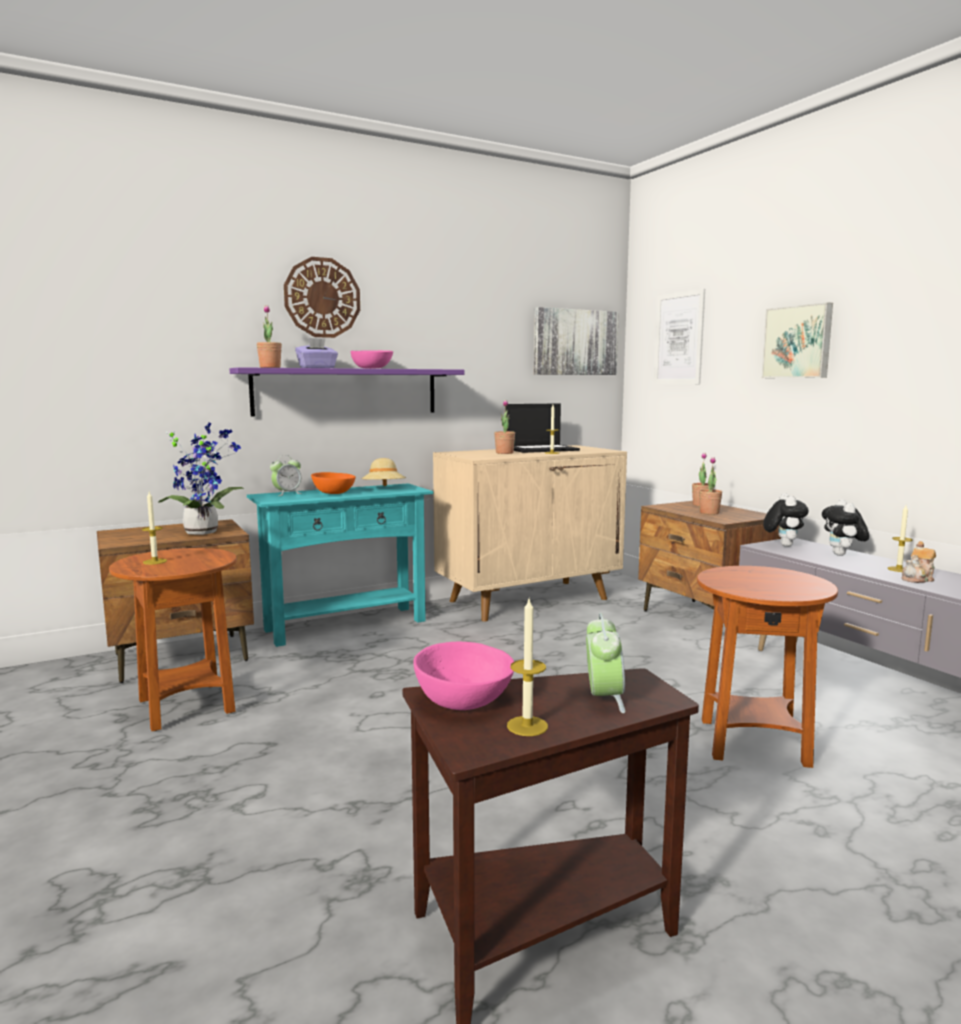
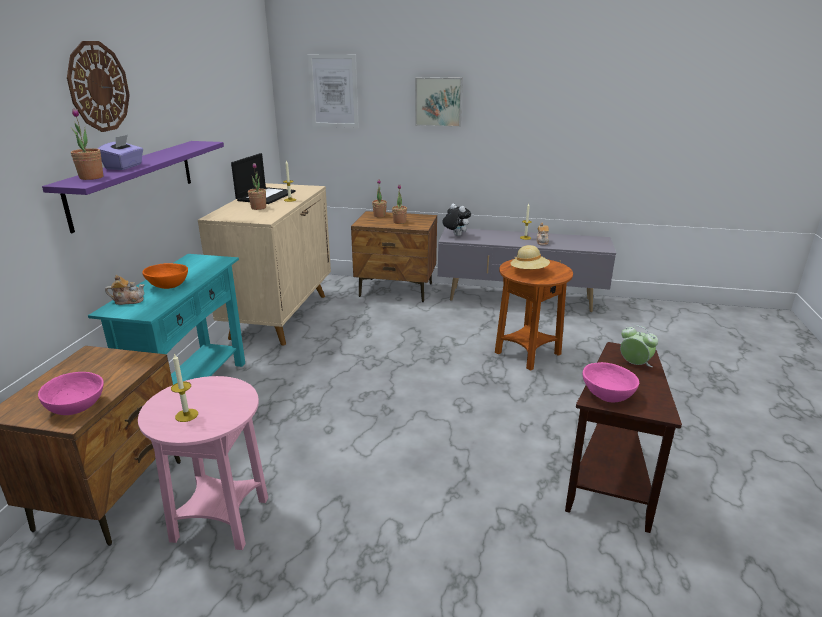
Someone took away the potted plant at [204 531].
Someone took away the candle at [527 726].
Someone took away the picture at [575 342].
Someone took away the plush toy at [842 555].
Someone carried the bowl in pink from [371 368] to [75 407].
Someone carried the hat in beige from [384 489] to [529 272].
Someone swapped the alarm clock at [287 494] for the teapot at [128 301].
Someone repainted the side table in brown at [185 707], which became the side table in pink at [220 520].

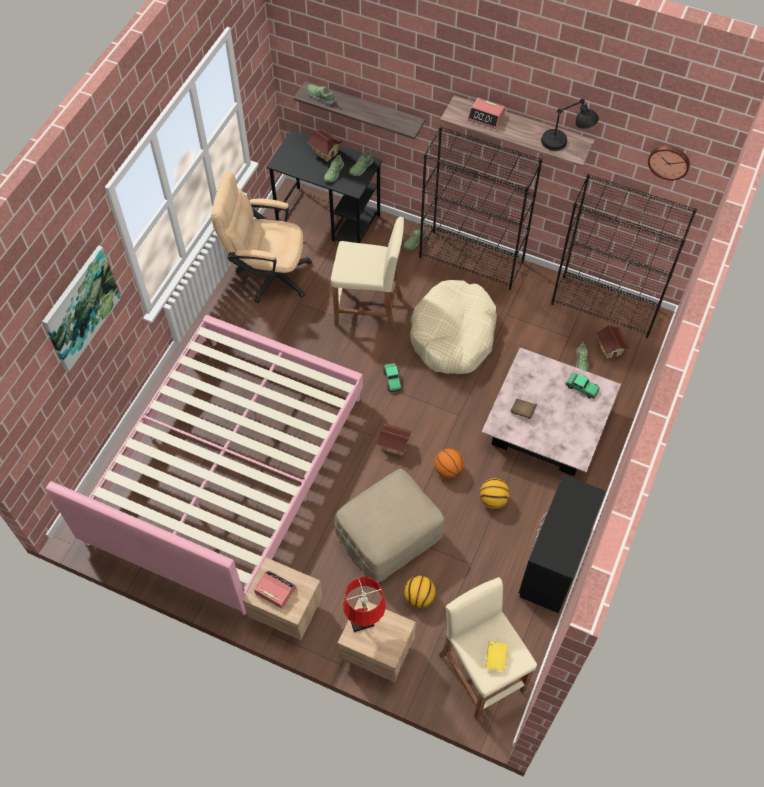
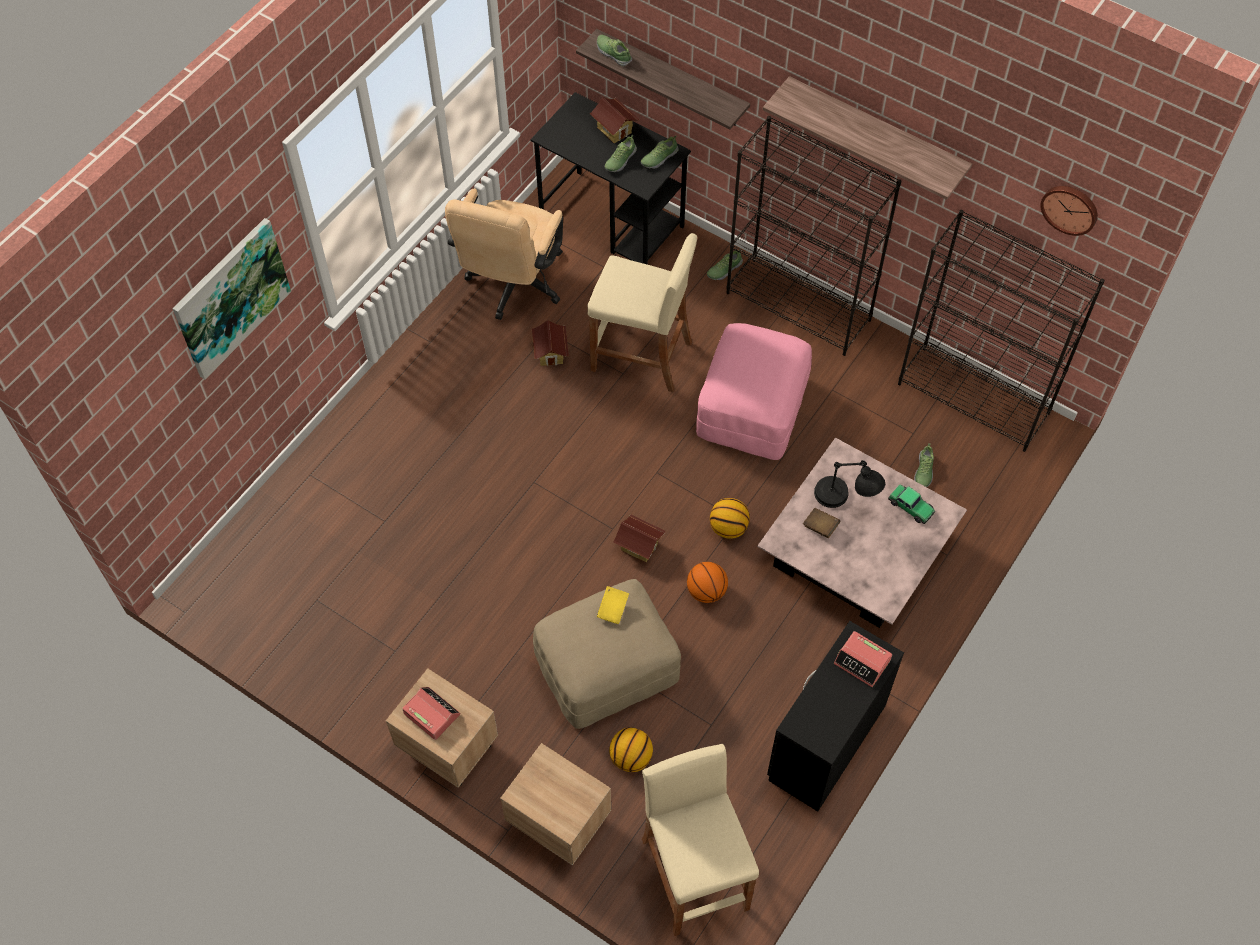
Someone took away the bed in pink at [226 469].
Someone took away the table lamp in red at [364 622].
Someone took away the toy car at [392 379].
Someone carried the alarm clock from [486 117] to [862 662].
Someone carried the basketball from [493 500] to [728 528].
Someone carried the book in yellow from [495 658] to [613 609].
Someone carried the table lamp in black from [565 145] to [845 501].
Someone carried the toy house from [610 348] to [551 353].
Someone swapped the dog bed in beige at [453 335] for the ottoman in pink at [751 408].
Someone rotated the office chair in beige at [267 274] by 90 degrees counterclockwise.

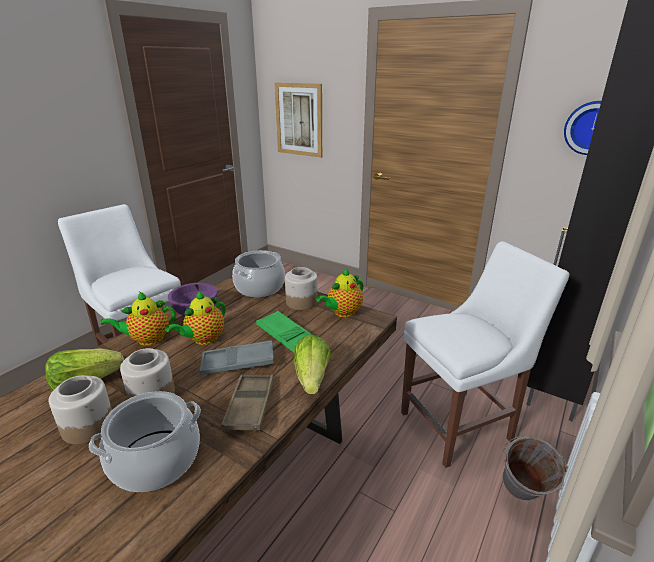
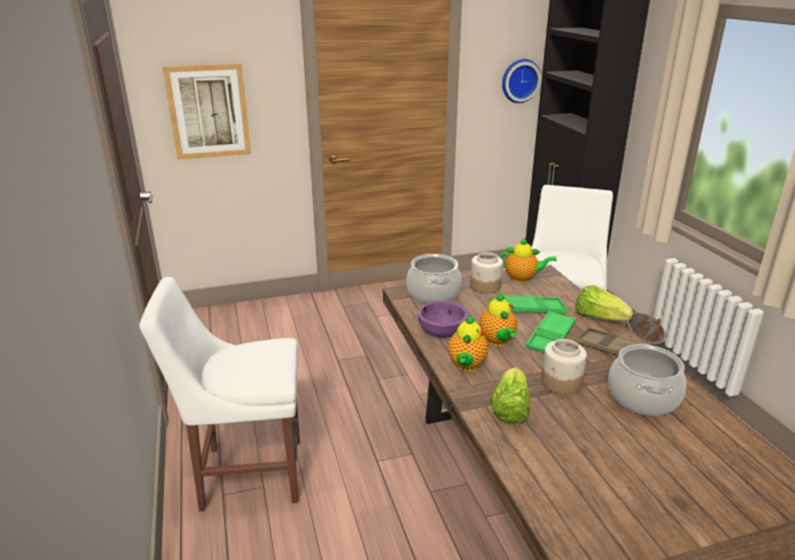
Someone took away the jar at [88 425].
Someone repainted the tray in grey at [238 362], which became the tray in green at [550 337].
Someone rotated the teapot at [342 313] by 75 degrees counterclockwise.

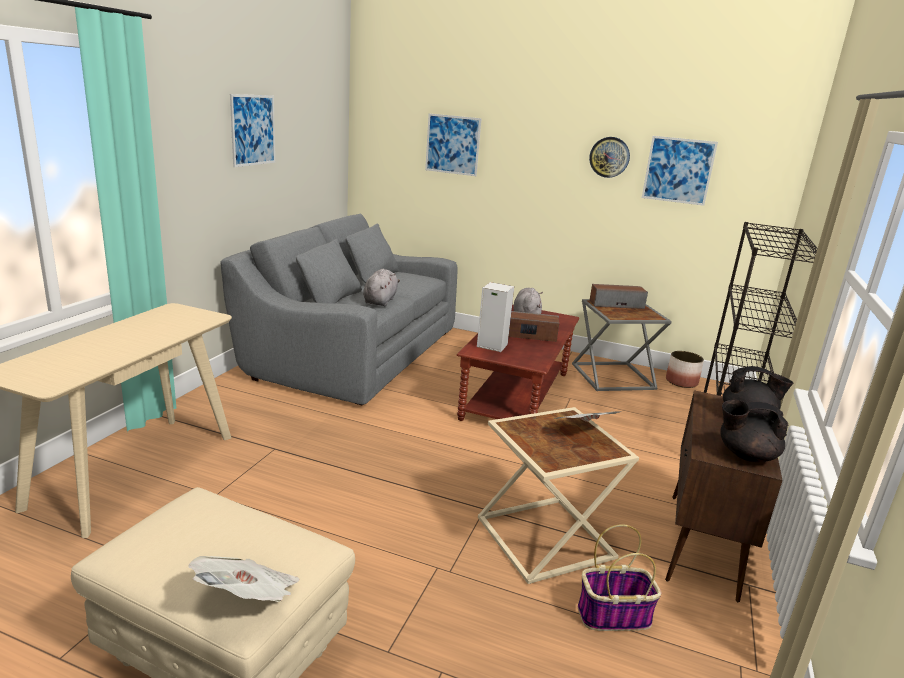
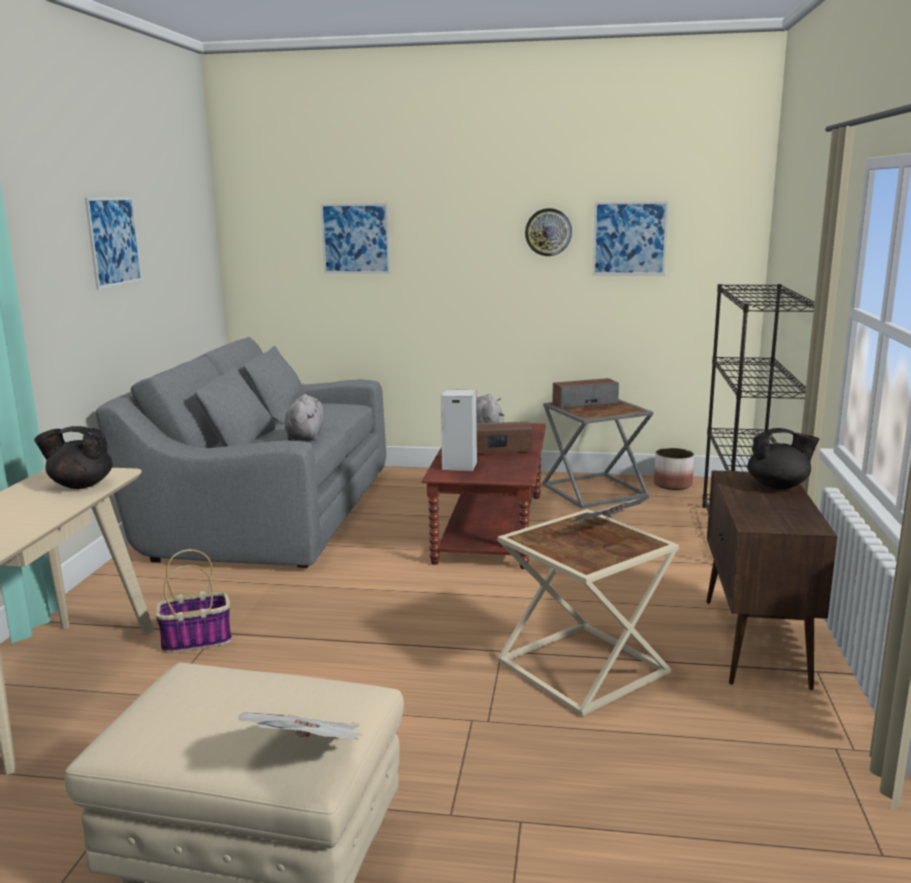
Someone carried the basket from [614 615] to [197 640].
Someone carried the teapot in black from [745 455] to [80 485].

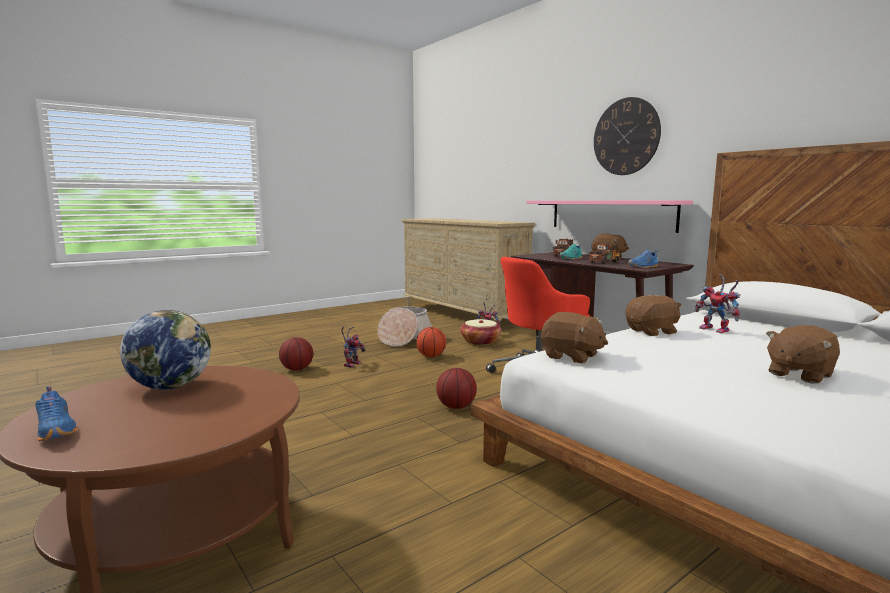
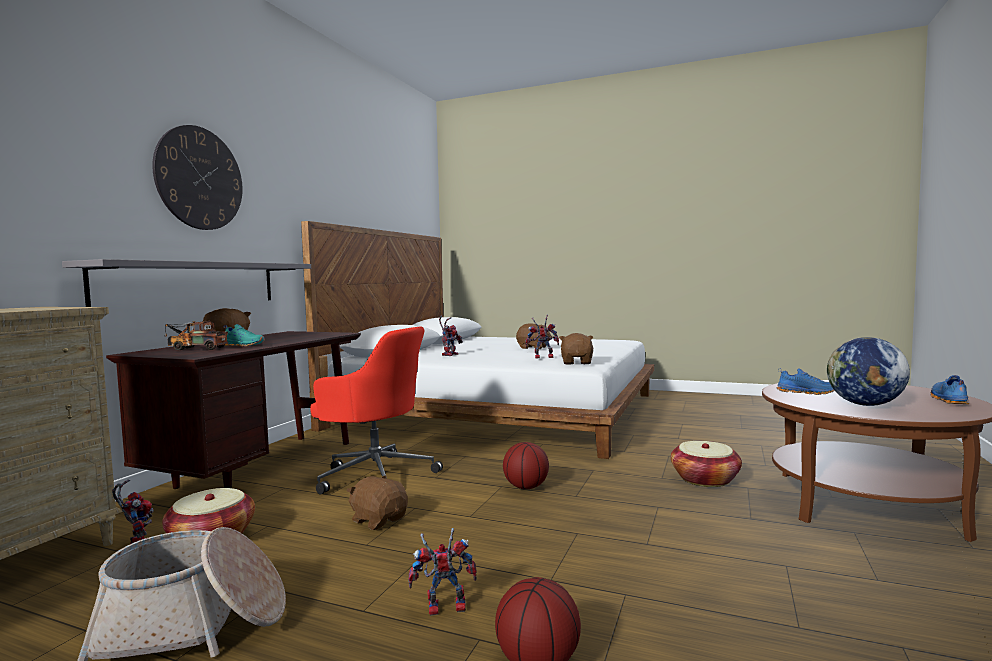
Someone took away the basketball at [431 356].
Someone took away the toy truck at [606 262].
Someone put down the toy robot at [542 357].
Someone put down the basket at [705 479].
Someone carried the plush toy in brown from [652 331] to [379 520].
Someone carried the shoe in blue from [643 267] to [806 392].
Someone repainted the shelf in pink at [610 215], which became the shelf in grey at [192 284].

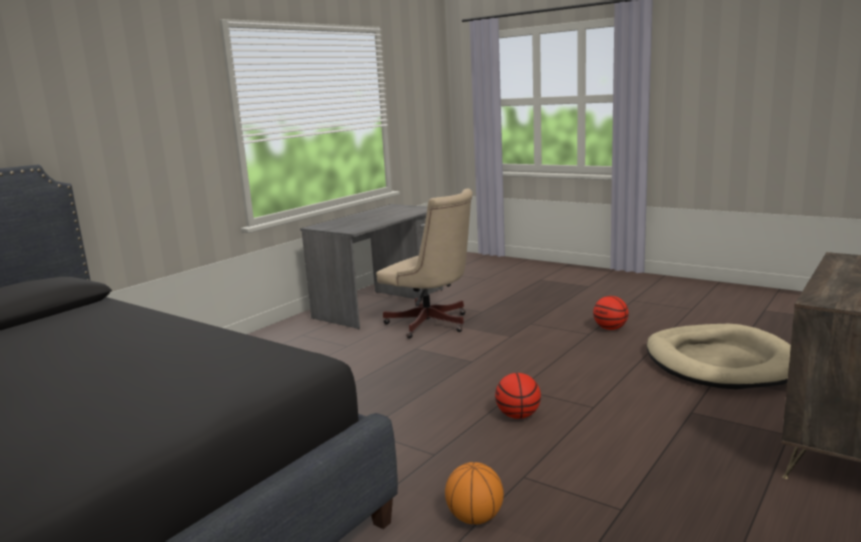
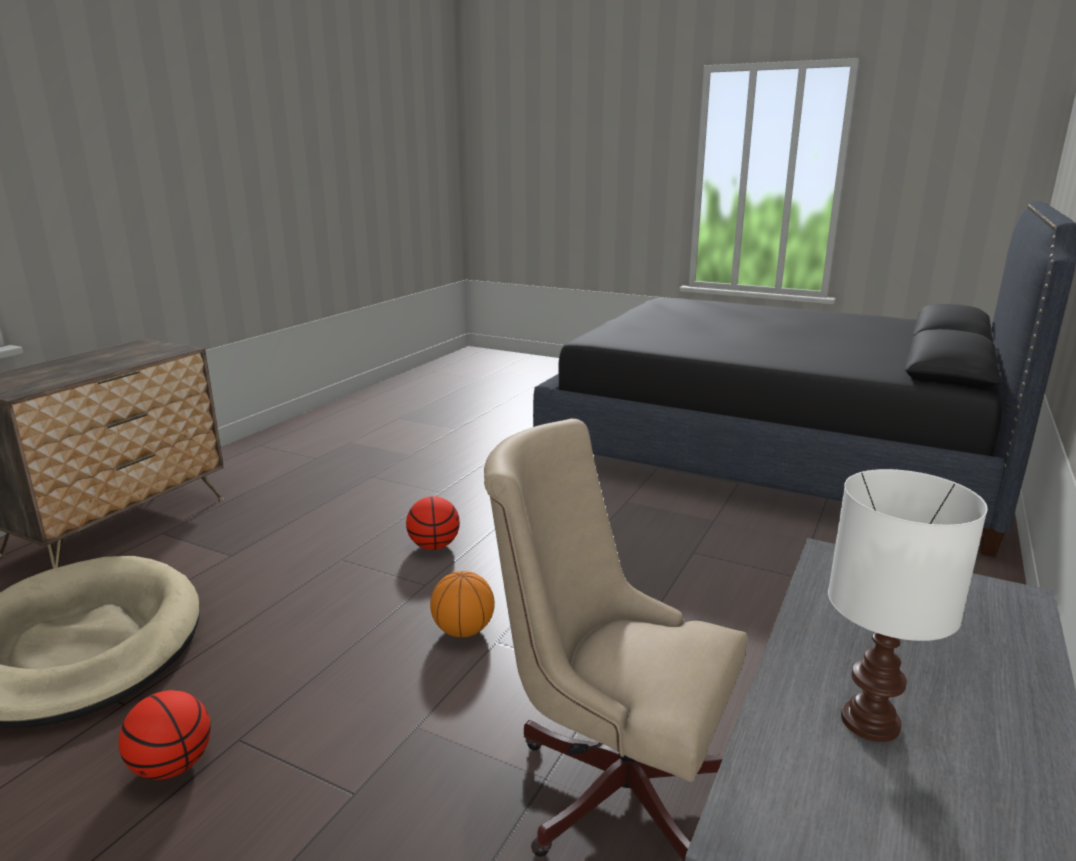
Someone put down the table lamp in white at [867 722].
Someone carried the basketball from [475 518] to [463 630].

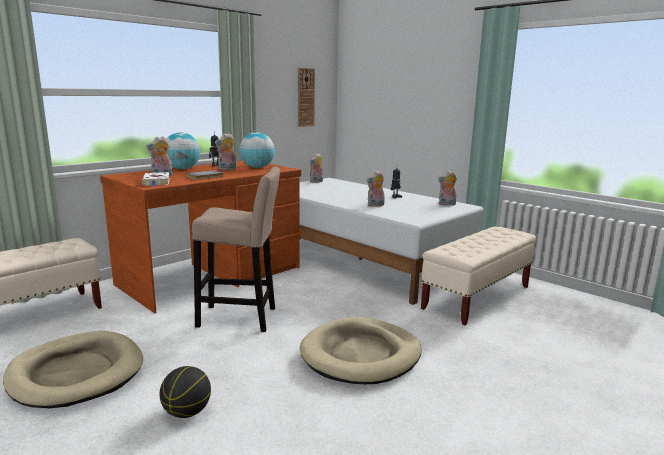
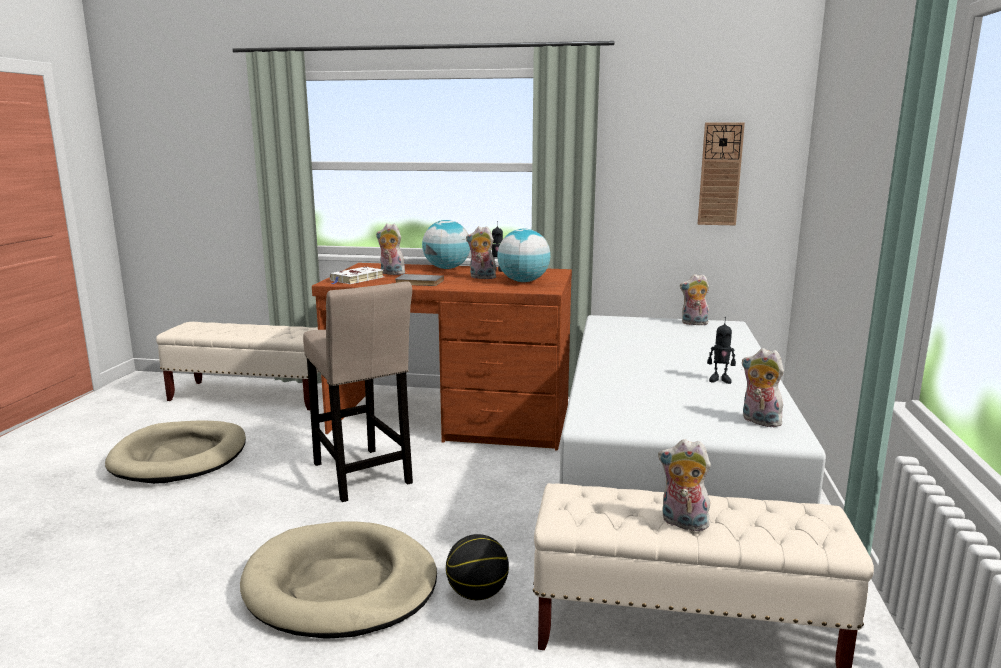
Someone carried the basketball from [187 412] to [477 594].
Someone carried the plush toy from [375 205] to [682 523].

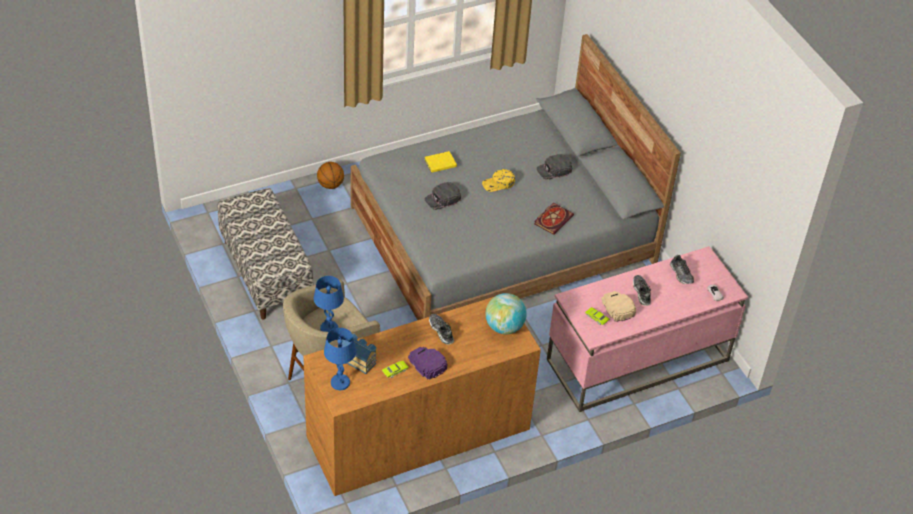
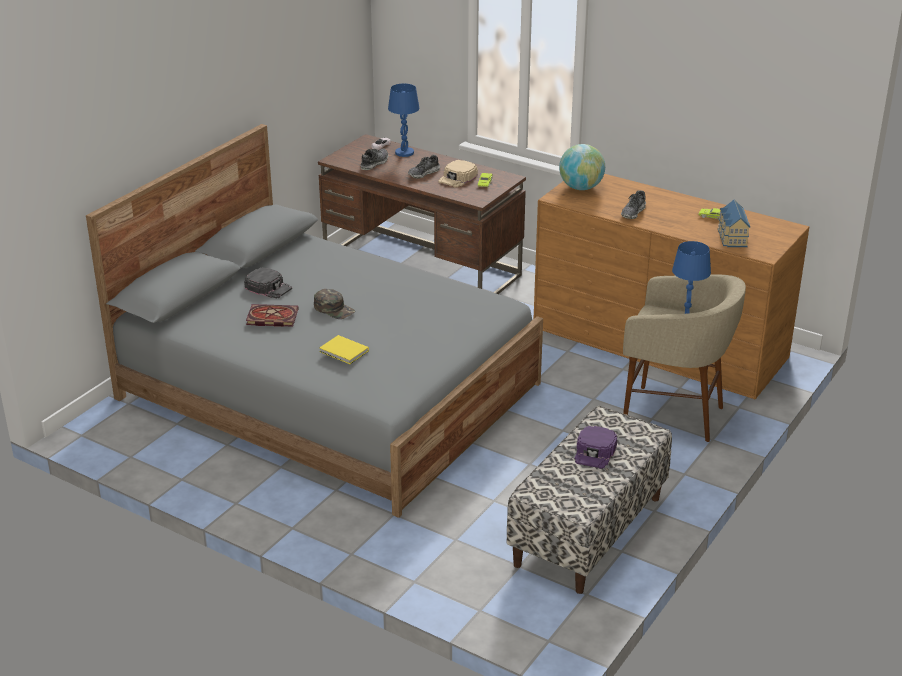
Someone took away the basketball at [330 185].
Someone took away the cap in black at [442 199].
Someone carried the table lamp in blue from [340 382] to [404 153].
Someone carried the cap in purple from [427 363] to [595 452].
Someone carried the book from [553 219] to [271 318].
Someone repainted the cap in yellow at [498 183], which became the cap in green at [334 309].
Someone repainted the desk in pink at [637 360], which became the desk in brown at [422 267].

